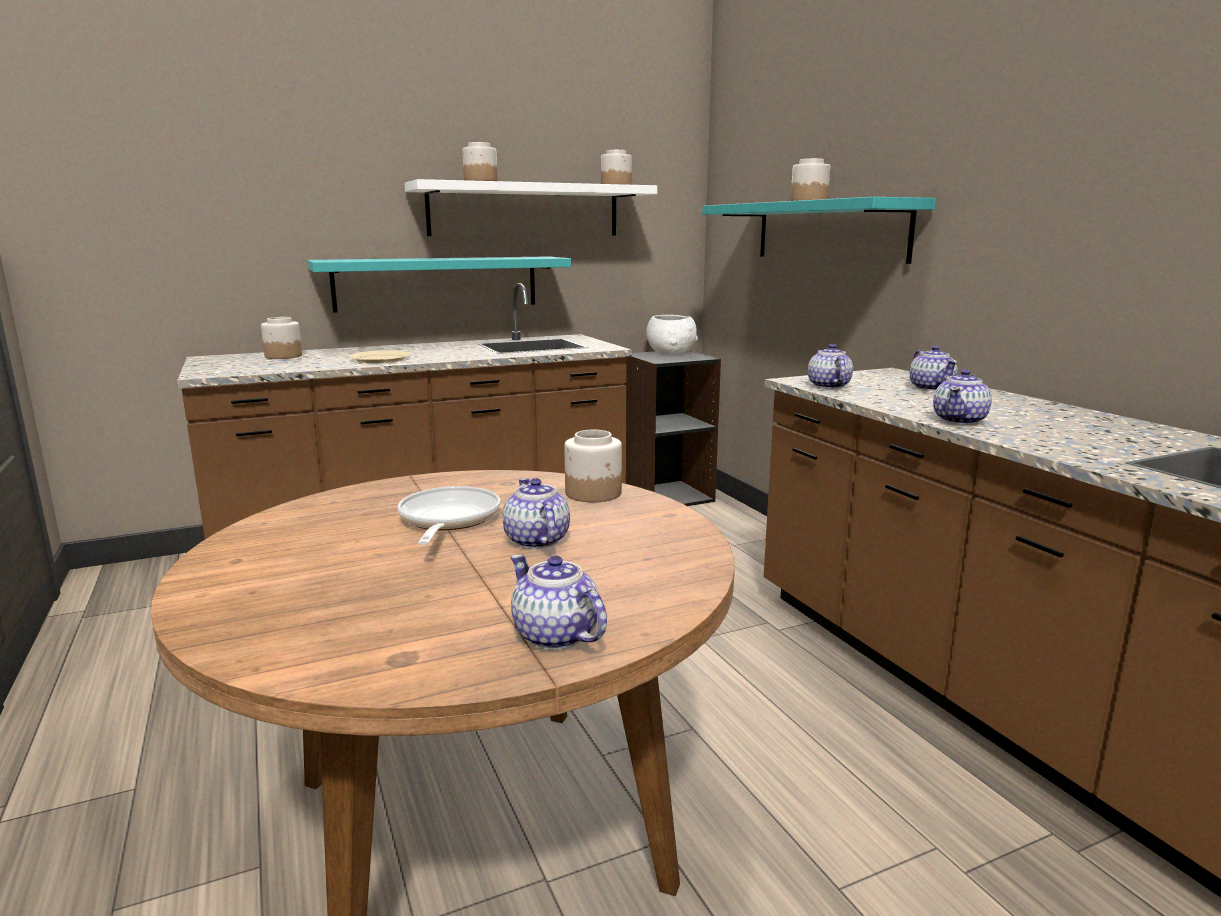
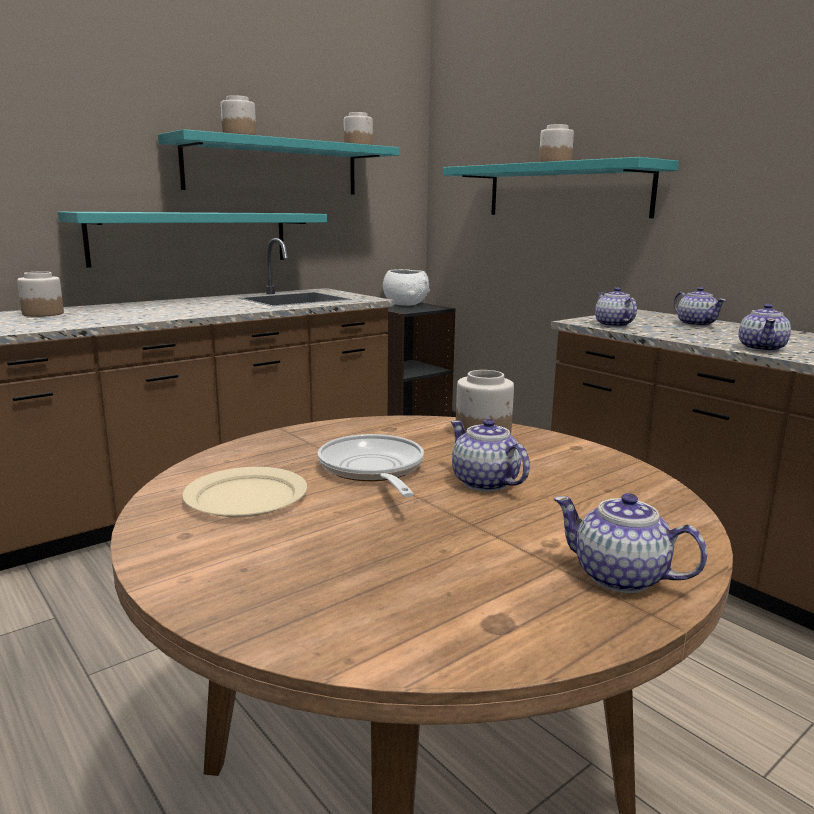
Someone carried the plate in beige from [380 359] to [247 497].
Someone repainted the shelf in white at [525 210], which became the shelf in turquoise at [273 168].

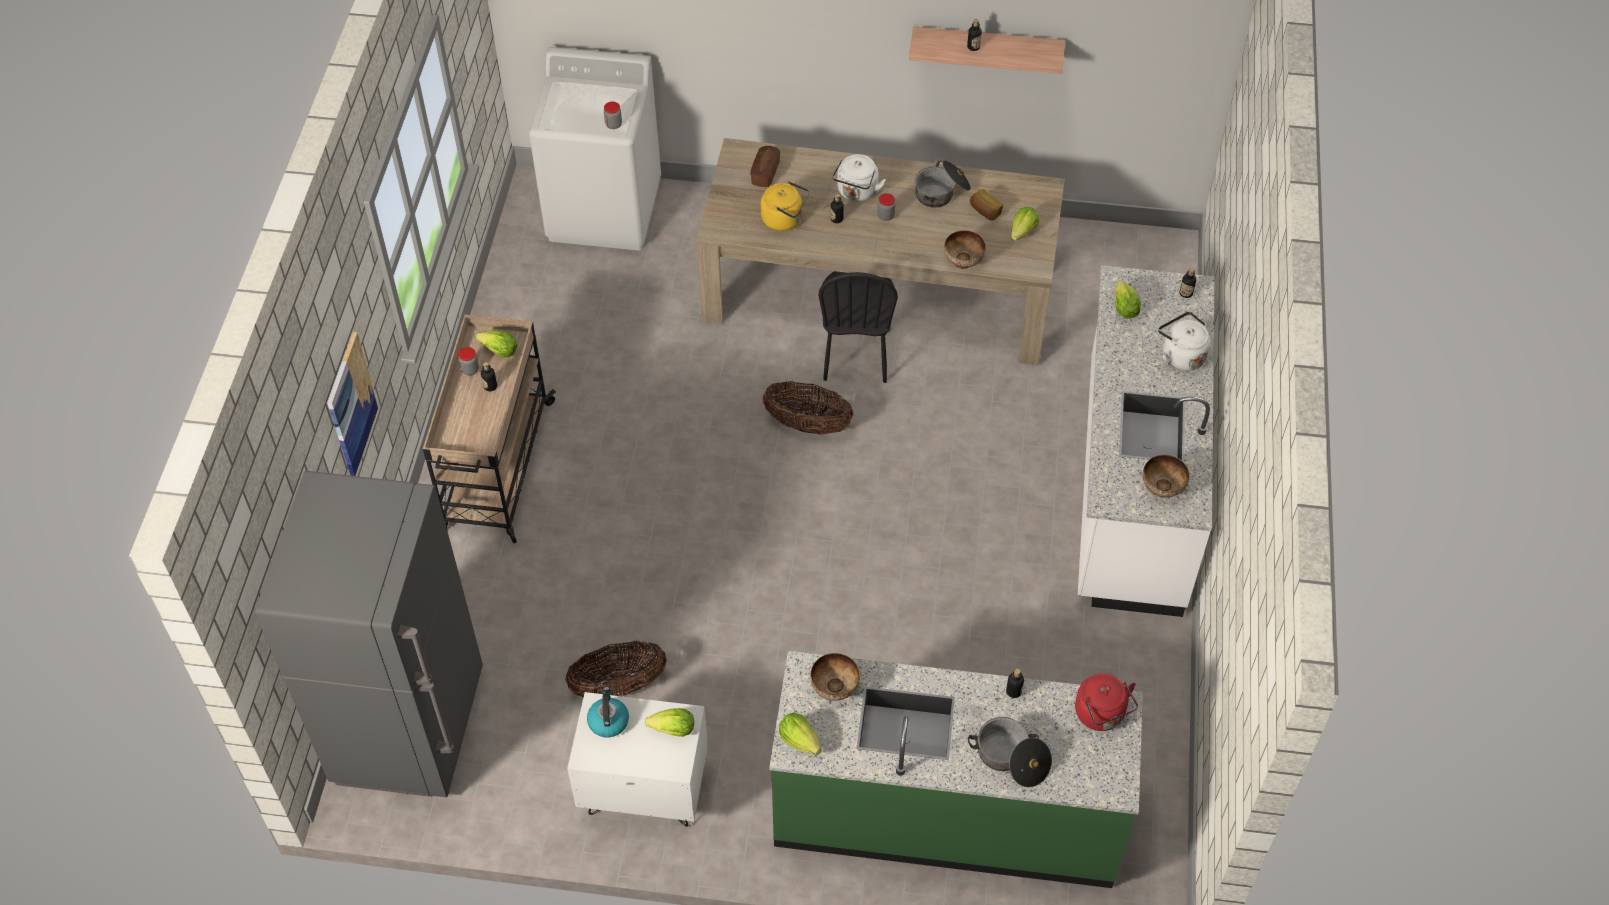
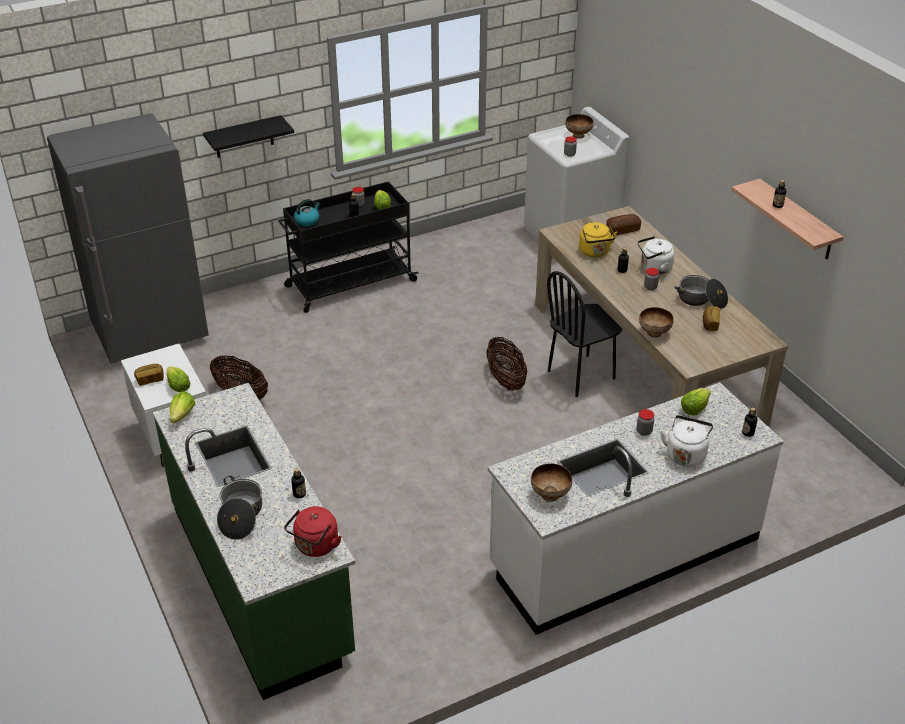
Someone took away the lettuce at [1023 232].
Someone put down the bread at [150 379].
Someone put down the jar at [644 431].
Someone carried the kettle from [608 721] to [307 221].
Someone carried the bowl from [834 688] to [578 135].
Someone swapped the picture at [351 404] for the shelf in black at [244 137].
Someone repainted the cart in beige at [496 468], which became the cart in black at [349 284].

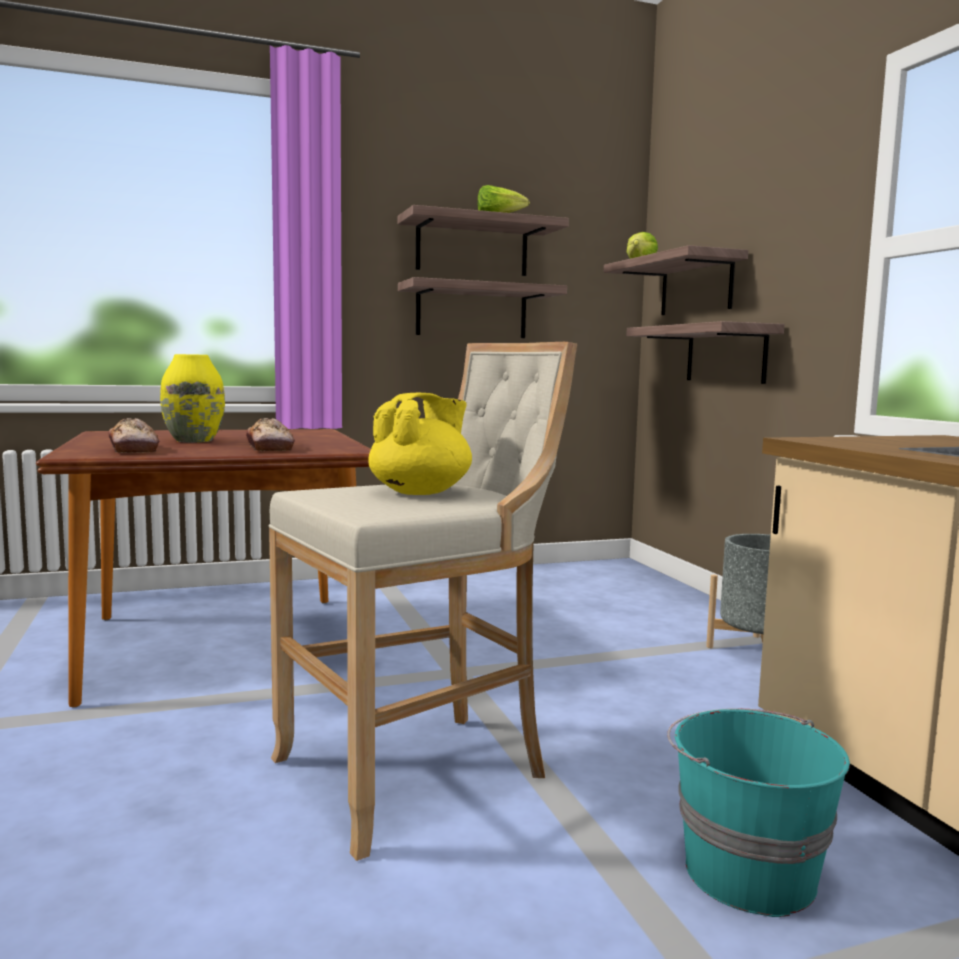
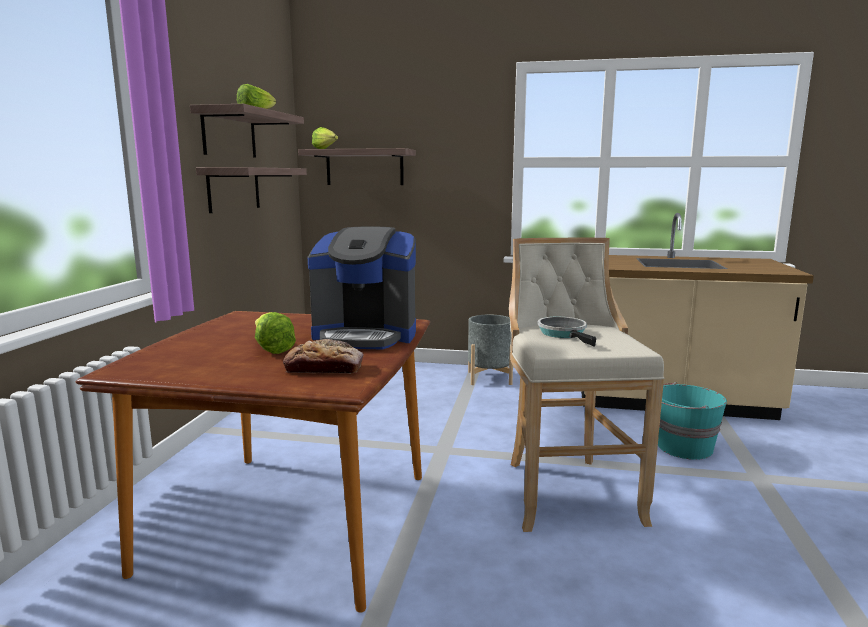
Someone took away the shelf at [726 354].
Someone swapped the vase in yellow at [193 440] for the lettuce at [272 349].
Someone swapped the bread at [269 448] for the coffee machine at [365 336].
Someone swapped the teapot in yellow at [421 492] for the frying pan at [564 334].

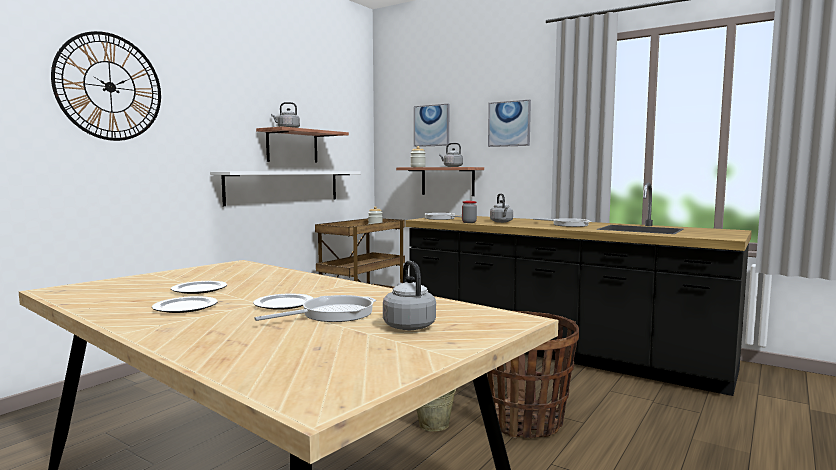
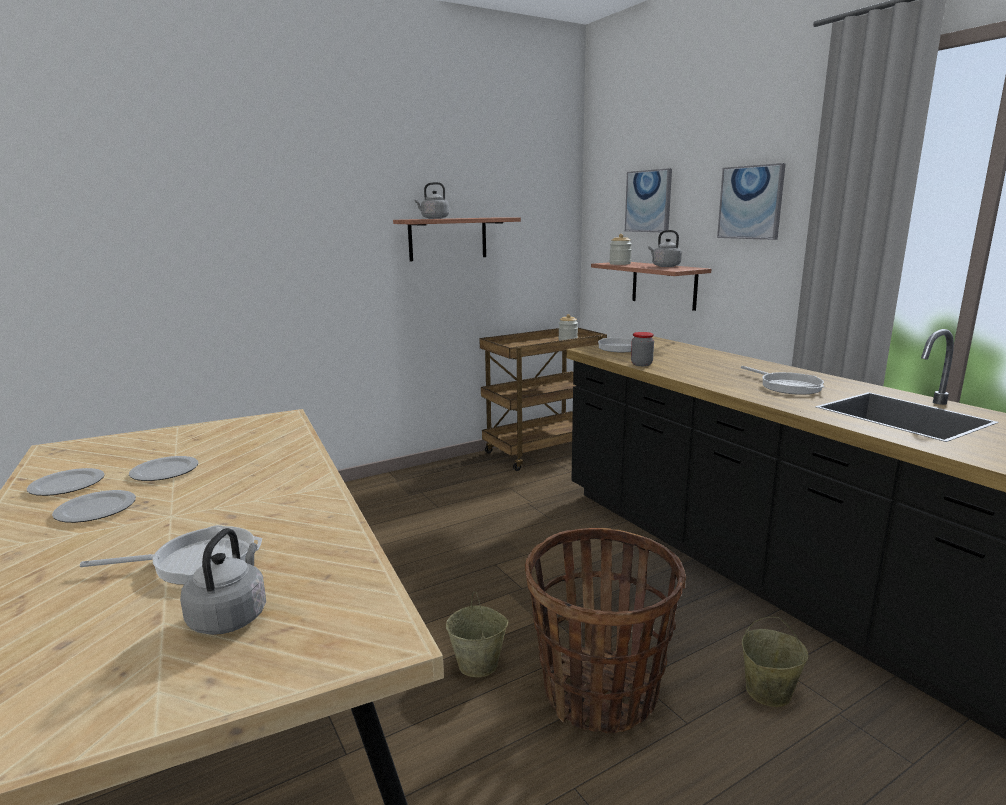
Someone took away the wall clock at [110 87].
Someone took away the shelf in white at [284 187].
Someone took away the kettle in grey at [501 222].
Someone put down the bucket in beige at [767 692].
Someone carried the plate from [283 304] to [66 485].

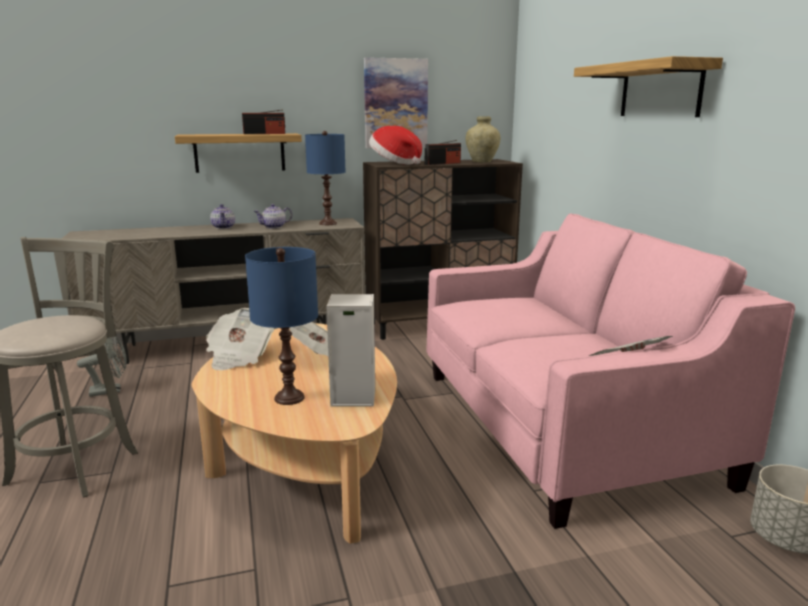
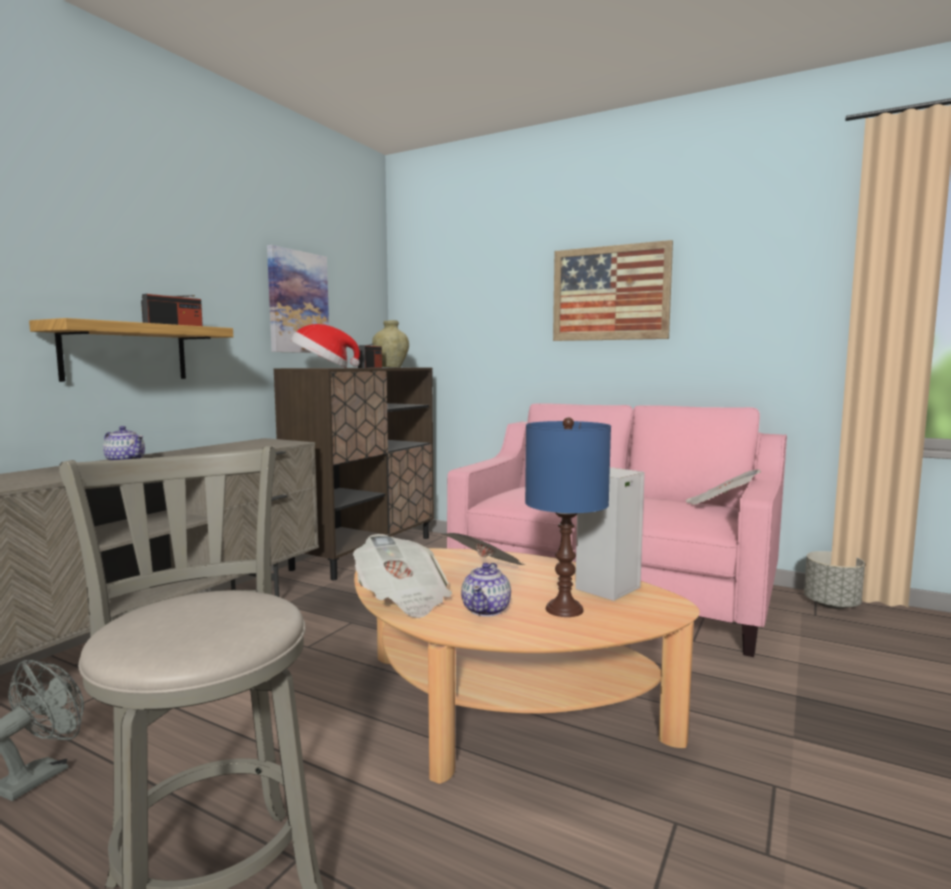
Someone took away the table lamp in blue at [328 223].
Someone carried the teapot from [274 227] to [486 609].
Someone swapped the shelf at [660 90] for the picture at [610 293].

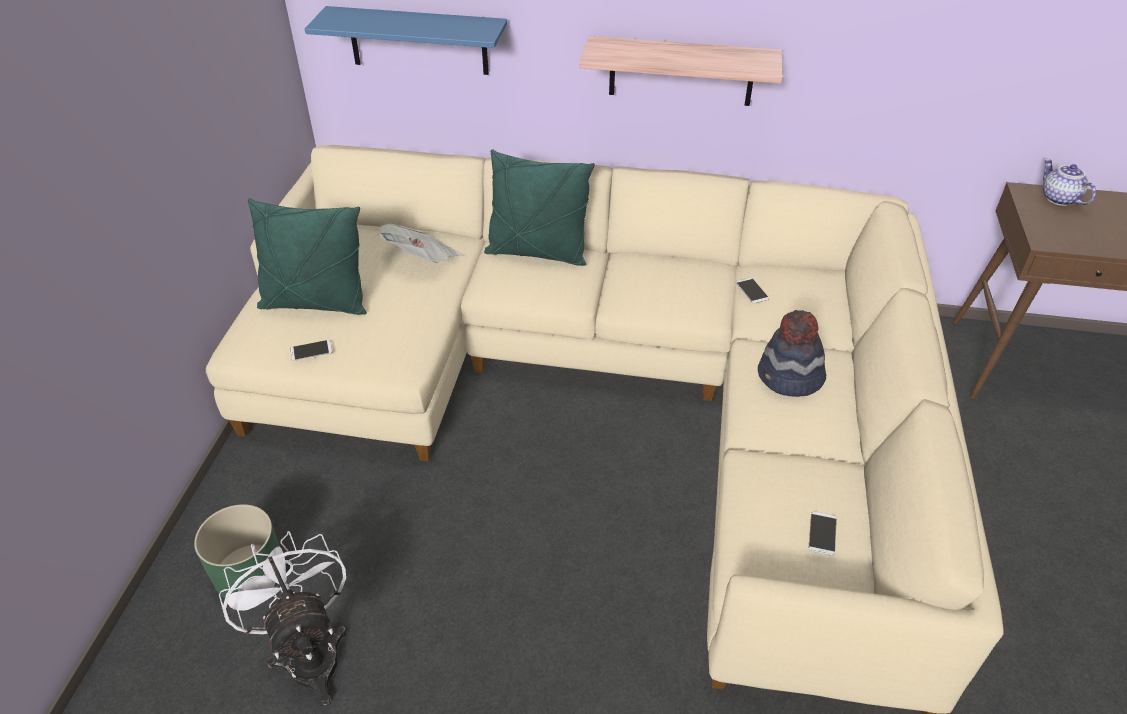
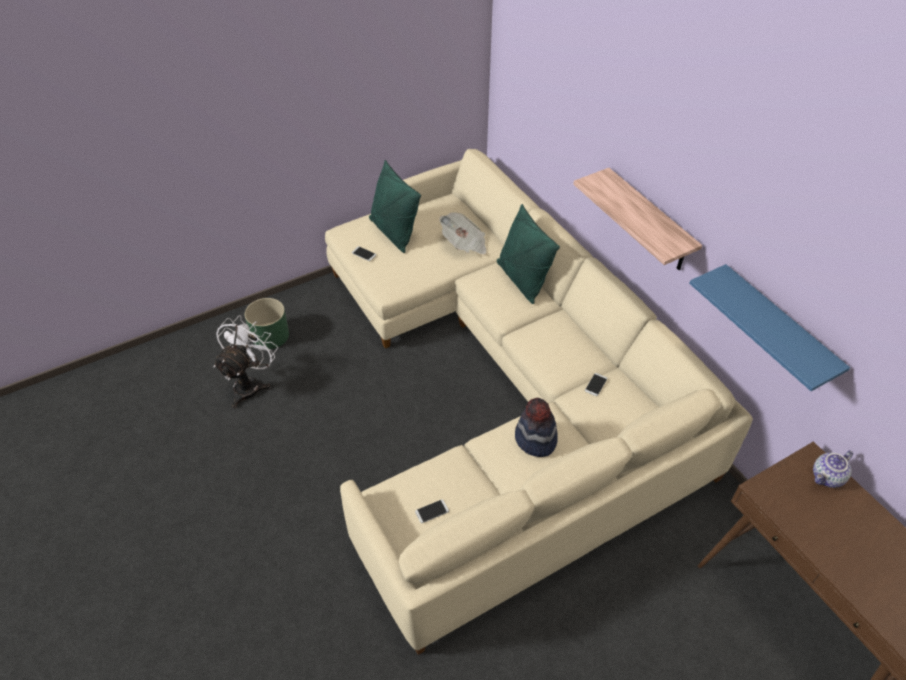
Someone carried the shelf in blue from [418 41] to [776 330].
Someone rotated the teapot at [1058 198] by 150 degrees counterclockwise.

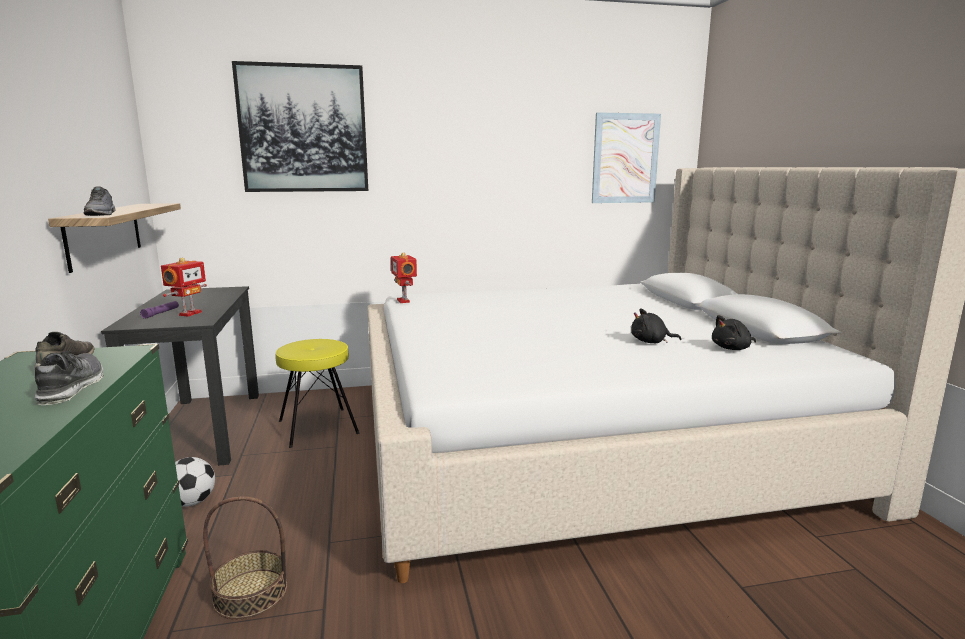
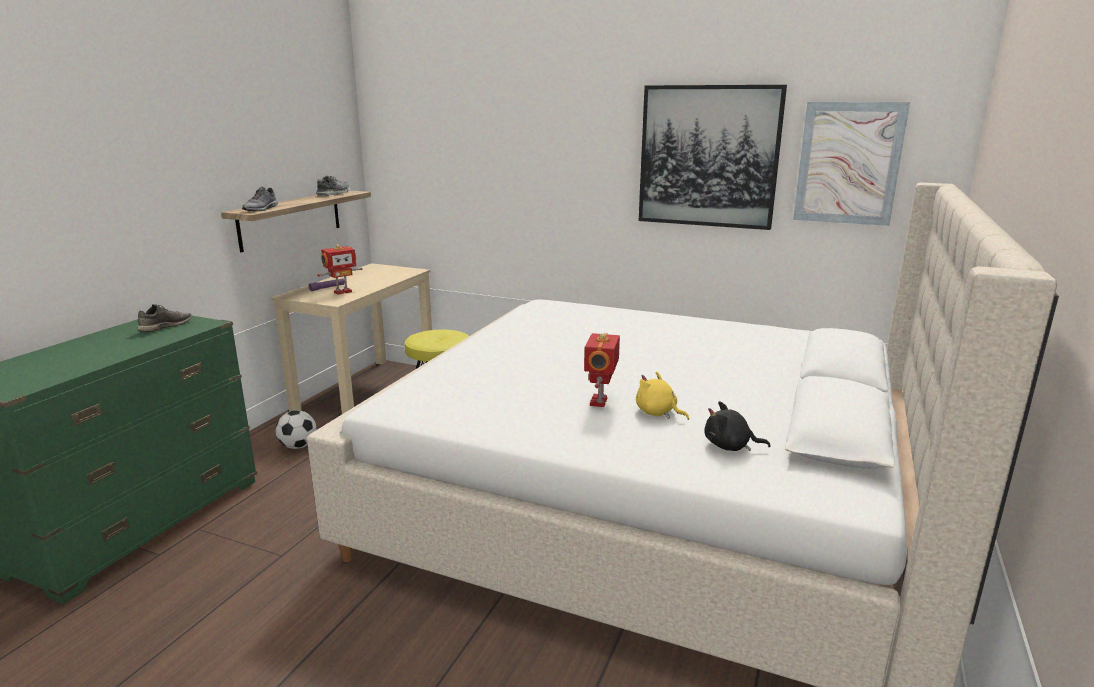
Someone took away the basket at [251 593].
Someone carried the shoe from [72 388] to [333 194].
Someone carried the picture from [303 129] to [708 157].
Someone carried the toy robot from [404 301] to [600 402].
Someone repainted the desk in black at [203 428], which became the desk in beige at [367 389].
Someone repainted the plush toy in black at [651 342], which became the plush toy in yellow at [658 413].

